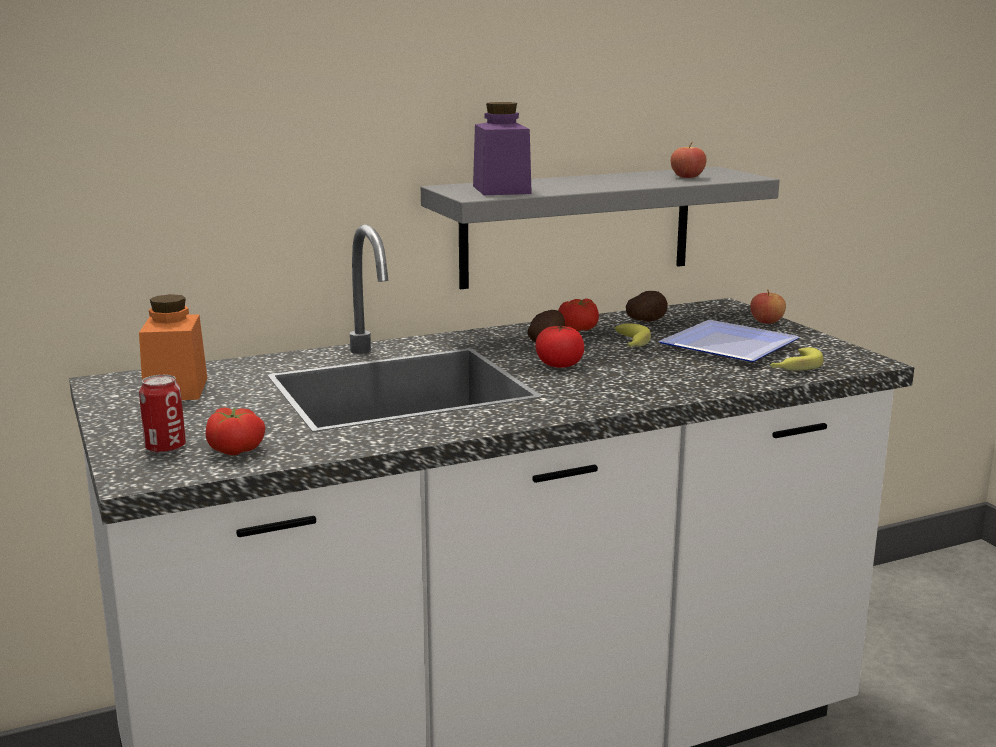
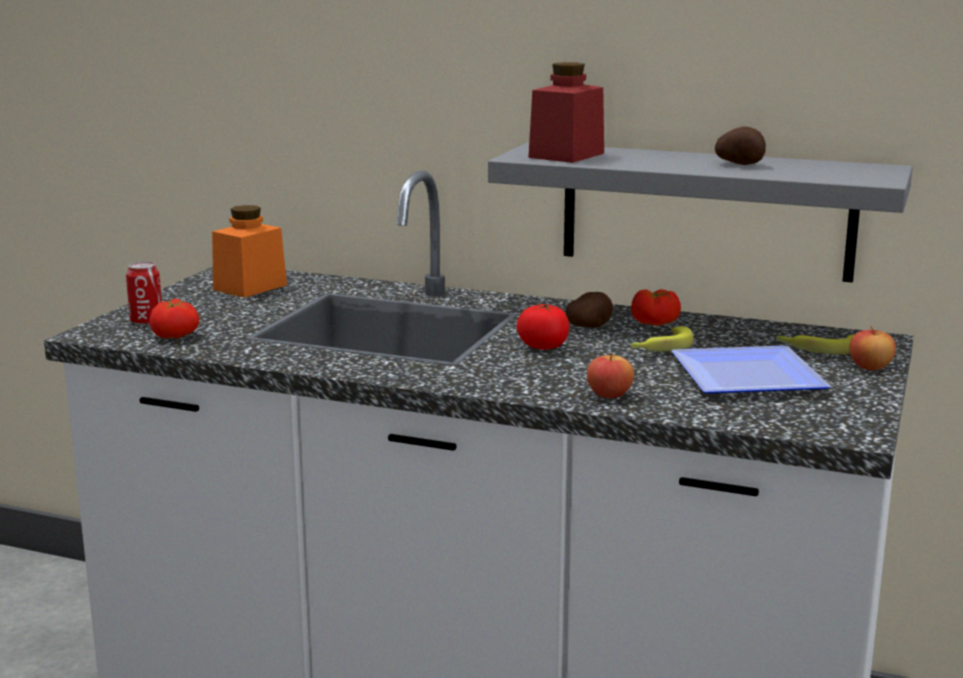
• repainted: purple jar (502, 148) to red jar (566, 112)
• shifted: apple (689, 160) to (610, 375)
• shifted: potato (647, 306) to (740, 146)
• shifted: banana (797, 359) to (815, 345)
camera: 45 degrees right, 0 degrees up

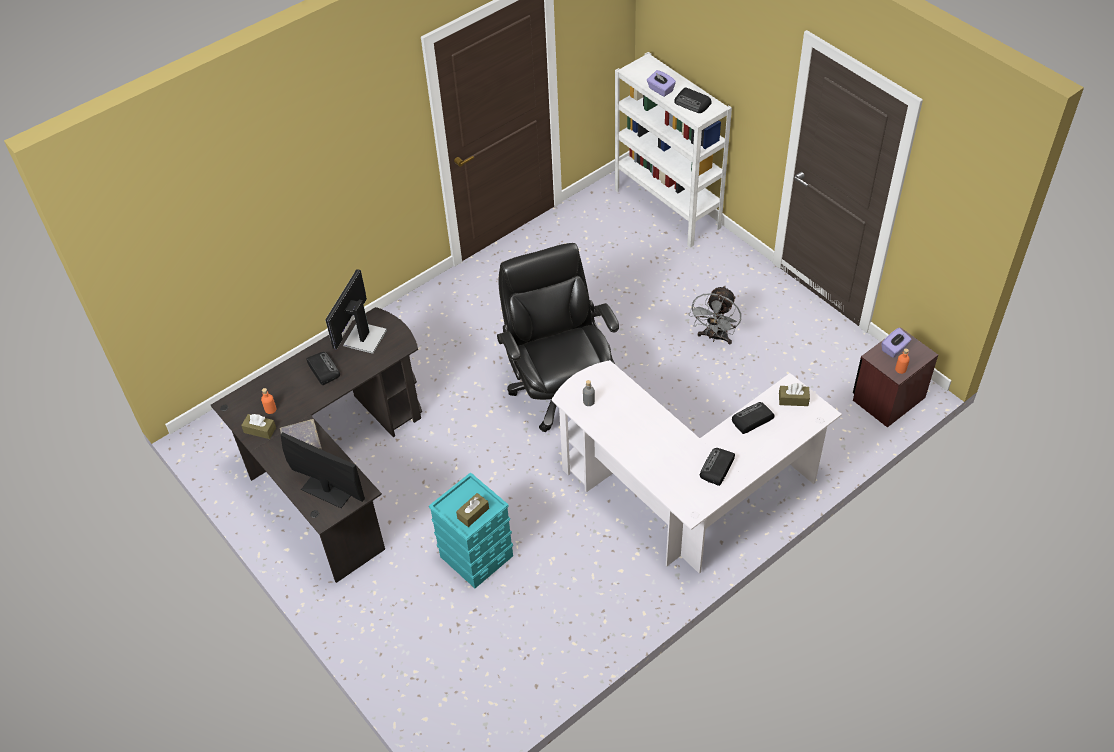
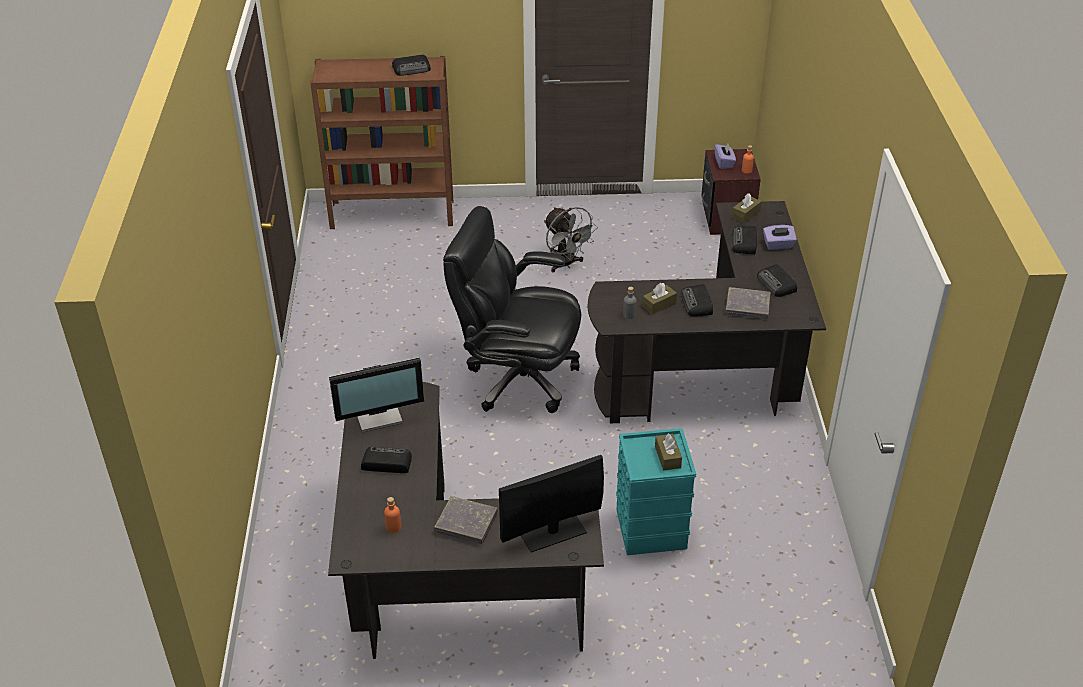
• repainted: white bookcase (673, 150) to brown bookcase (381, 142)
• shifted: purple tissue box (661, 83) to (780, 237)
• rotated: monitor (356, 311) = (376, 395) 75 degrees counterclockwise
• repainted: white desk (697, 467) to black desk (707, 312)
• shifted: brown tissue box (258, 426) to (659, 299)
• new: radio (697, 300)
• new: grey book (748, 303)
camera: 55 degrees left, 10 degrees down

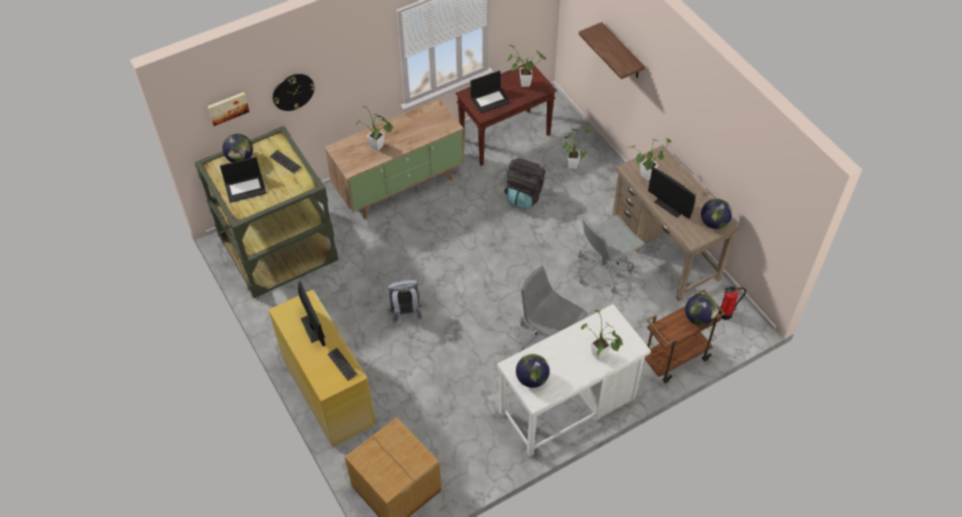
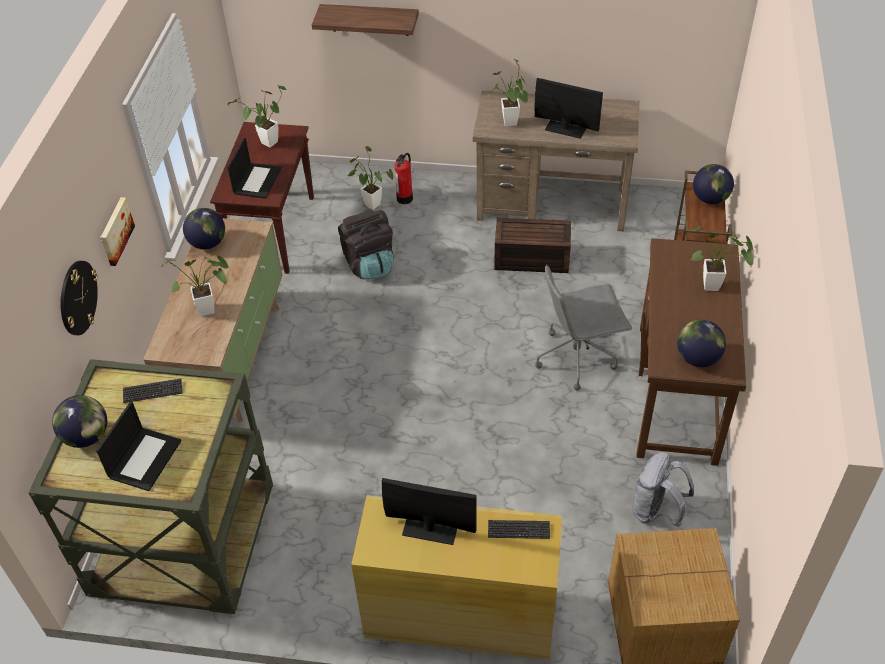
• shifted: picture (228, 109) to (117, 231)
• rotated: monitor (672, 193) = (569, 108) 150 degrees counterclockwise
• shifted: globe (716, 213) to (204, 228)
• swapped: grey office chair (611, 254) to brown storage box (532, 245)
• shifted: grey backpack (405, 302) to (663, 489)
• shifted: fire extinguisher (732, 303) to (404, 179)
• repainted: white desk (574, 380) to brown desk (691, 352)
camera: 50 degrees left, 5 degrees down

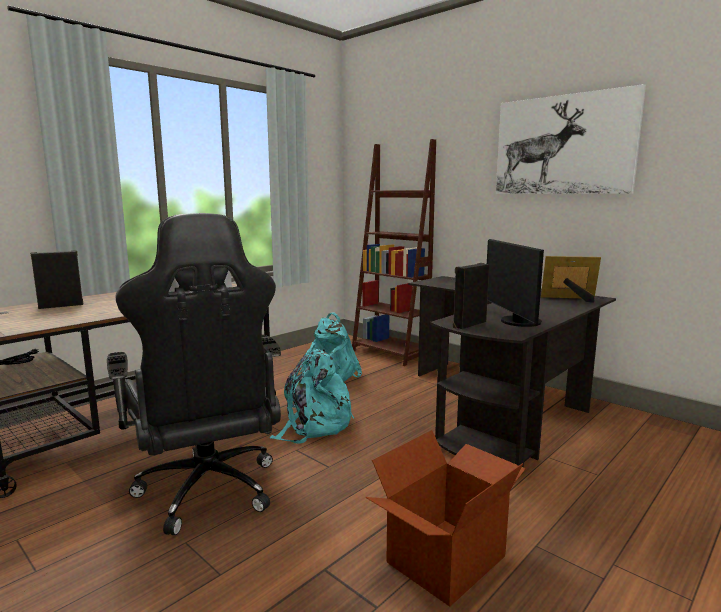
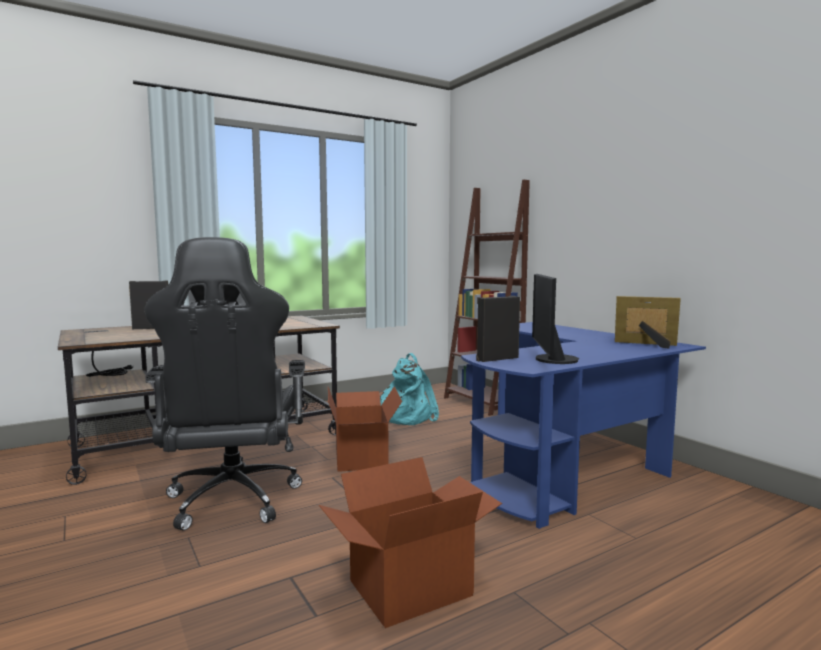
• gone: picture (571, 139)
• repainted: black desk (512, 375) to blue desk (583, 425)
• swapped: turquoise backpack (311, 393) to cardboard box (365, 429)
camera: 15 degrees right, 5 degrees down

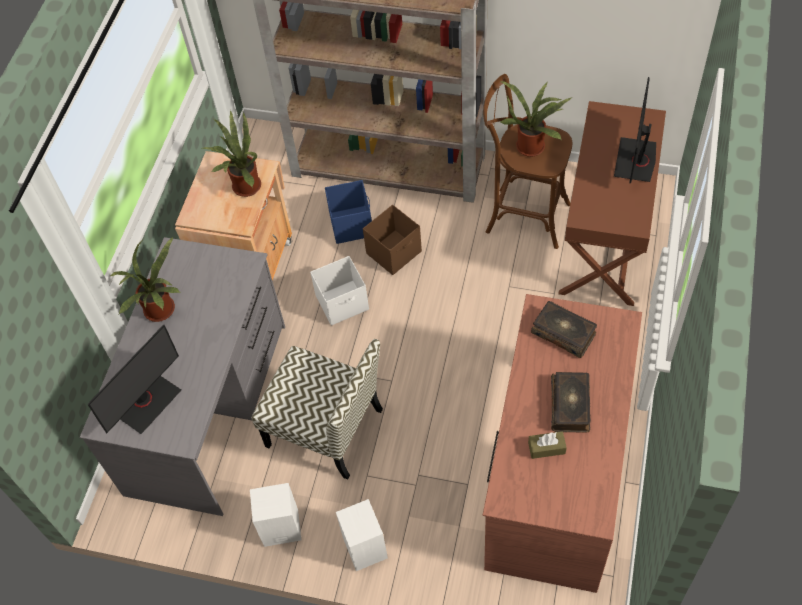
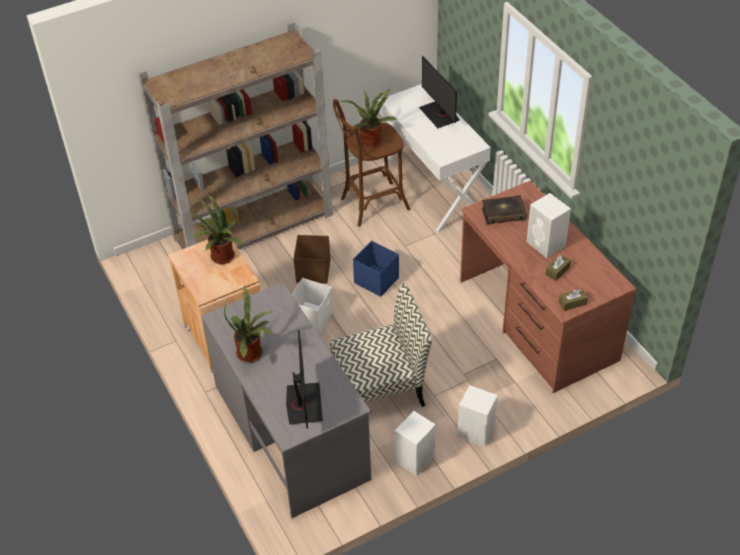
• repainted: brown desk (612, 203) to white desk (435, 158)
• shifted: blue storage box (348, 212) to (376, 269)
• swapped: book (571, 402) to white speaker (549, 225)
• new: brown tissue box (573, 300)
camera: 45 degrees left, 10 degrees down

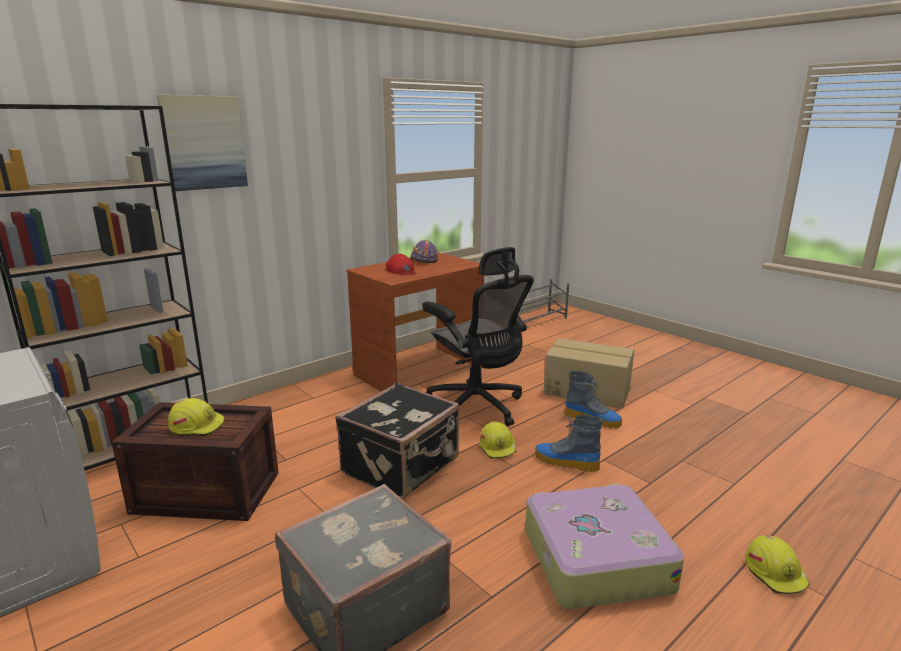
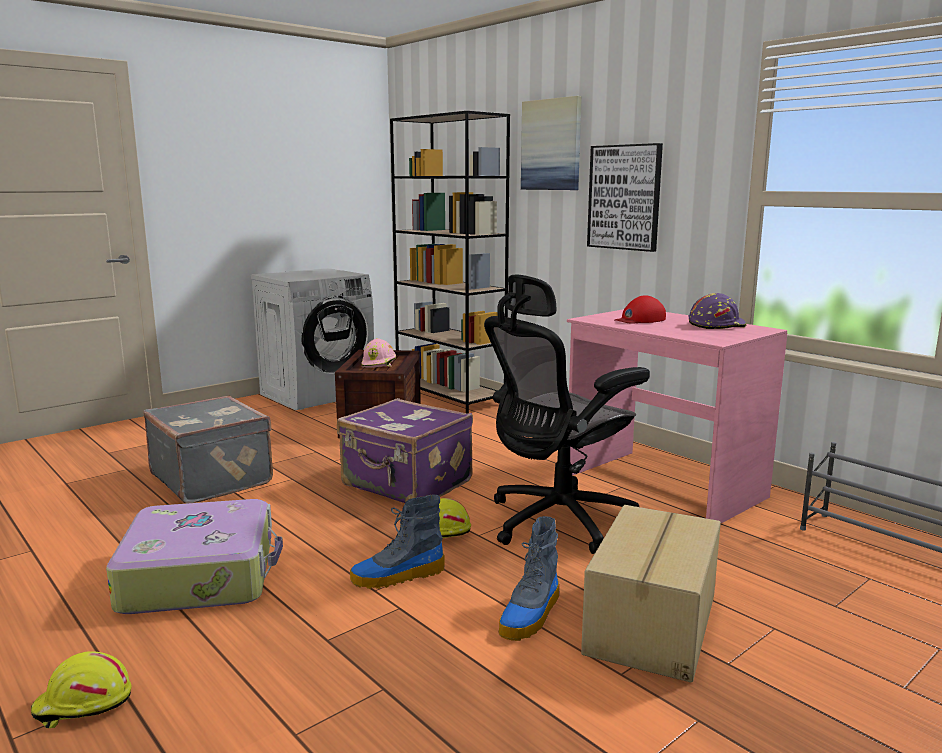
• repainted: brown desk (415, 321) to pink desk (677, 416)
• repainted: black suitcase (397, 441) to purple suitcase (405, 450)
• repainted: yellow hard hat (196, 417) to pink hard hat (378, 353)
• rotated: boot (569, 443) = (397, 541) 135 degrees counterclockwise
• new: picture (625, 197)
camera: 90 degrees right, 5 degrees down

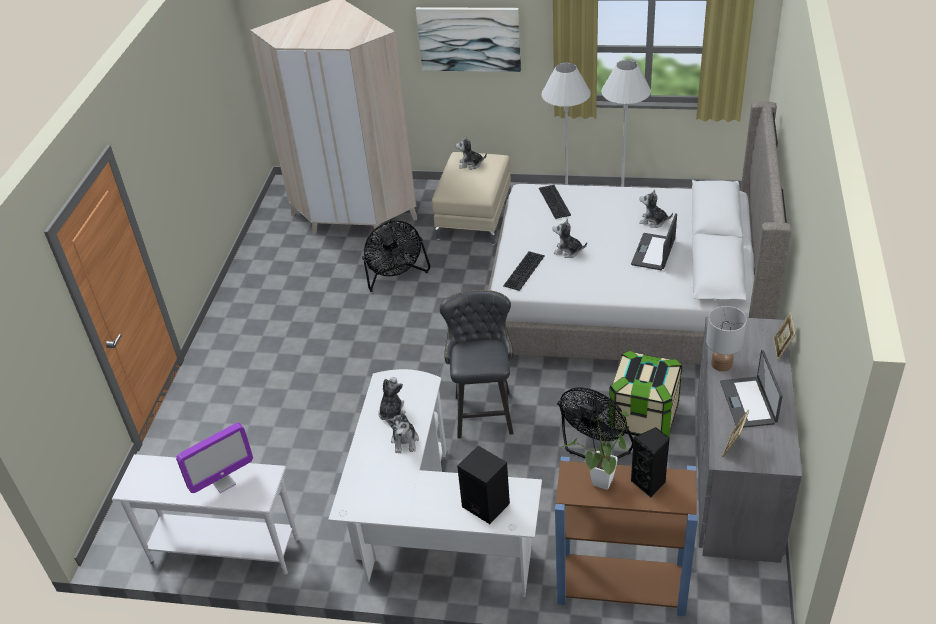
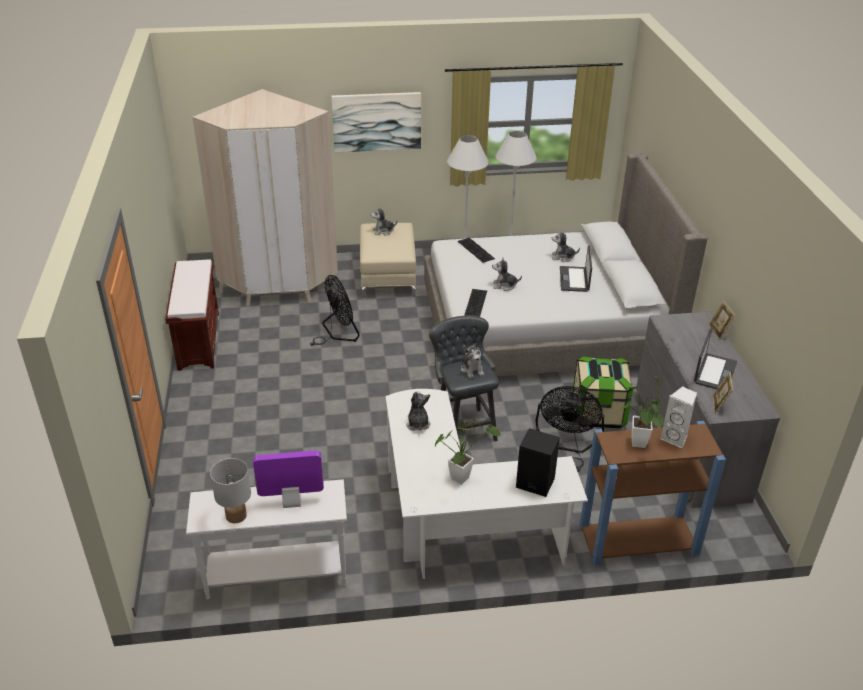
• rotated: black fan (396, 256) = (335, 310) 75 degrees counterclockwise
• shifted: grey table lamp (726, 338) to (230, 490)
• rotated: laptop (751, 389) = (715, 358) 135 degrees counterclockwise
• shifted: plush toy (403, 433) to (472, 360)
• rotated: monitor (214, 458) = (288, 479) 135 degrees counterclockwise
• repainted: black speaker (650, 462) to white speaker (678, 417)
• new: brown bench (192, 315)
• new: potted plant (468, 451)
camera: 20 degrees left, 5 degrees down

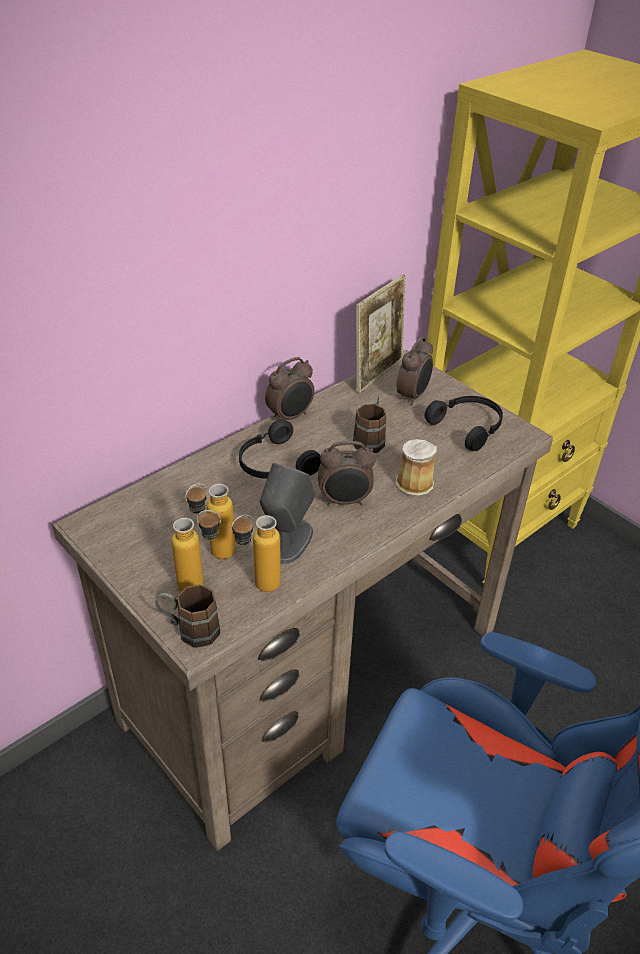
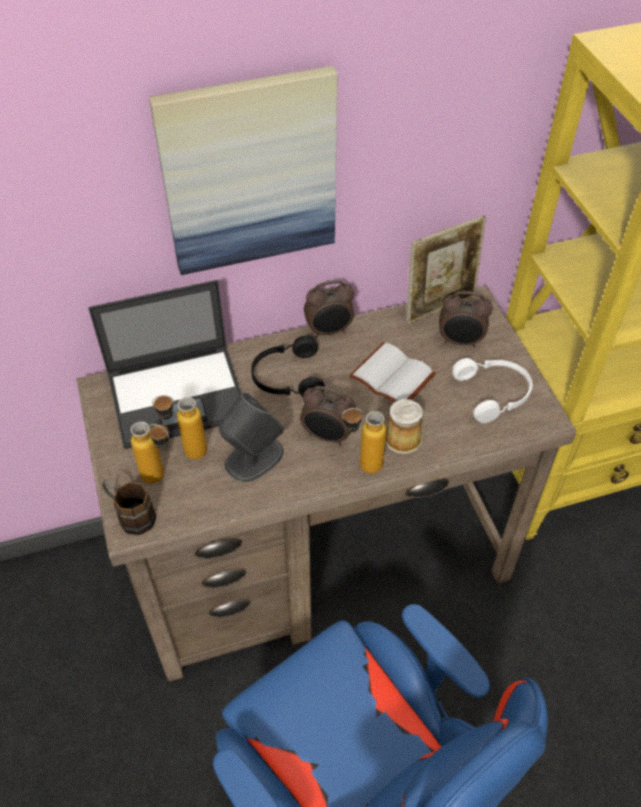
• rotated: alarm clock (414, 370) = (466, 319) 45 degrees clockwise
• swapped: brown mug (370, 424) to white book (392, 372)
• repainted: black headphones (464, 423) to white headphones (492, 390)
• shifted: bottle (256, 553) to (364, 441)
• new: picture (243, 170)
• new: laptop (164, 364)
camera: 25 degrees right, 10 degrees up

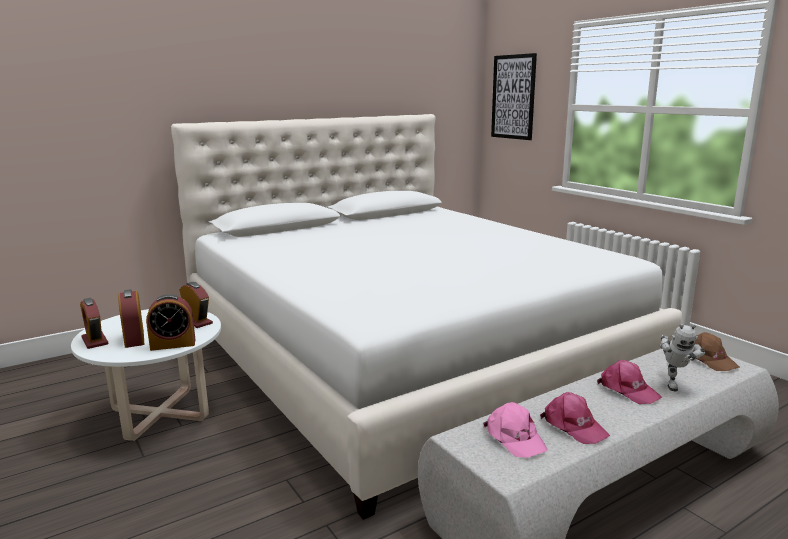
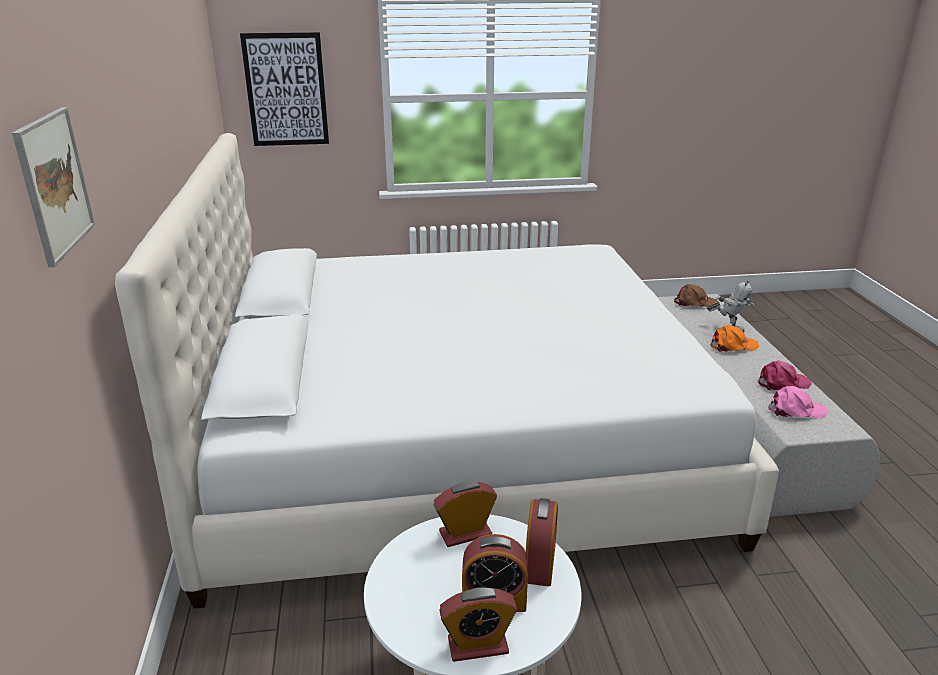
• repainted: pink cap (629, 382) to orange cap (735, 338)
• new: picture (53, 187)
camera: 65 degrees left, 10 degrees up

